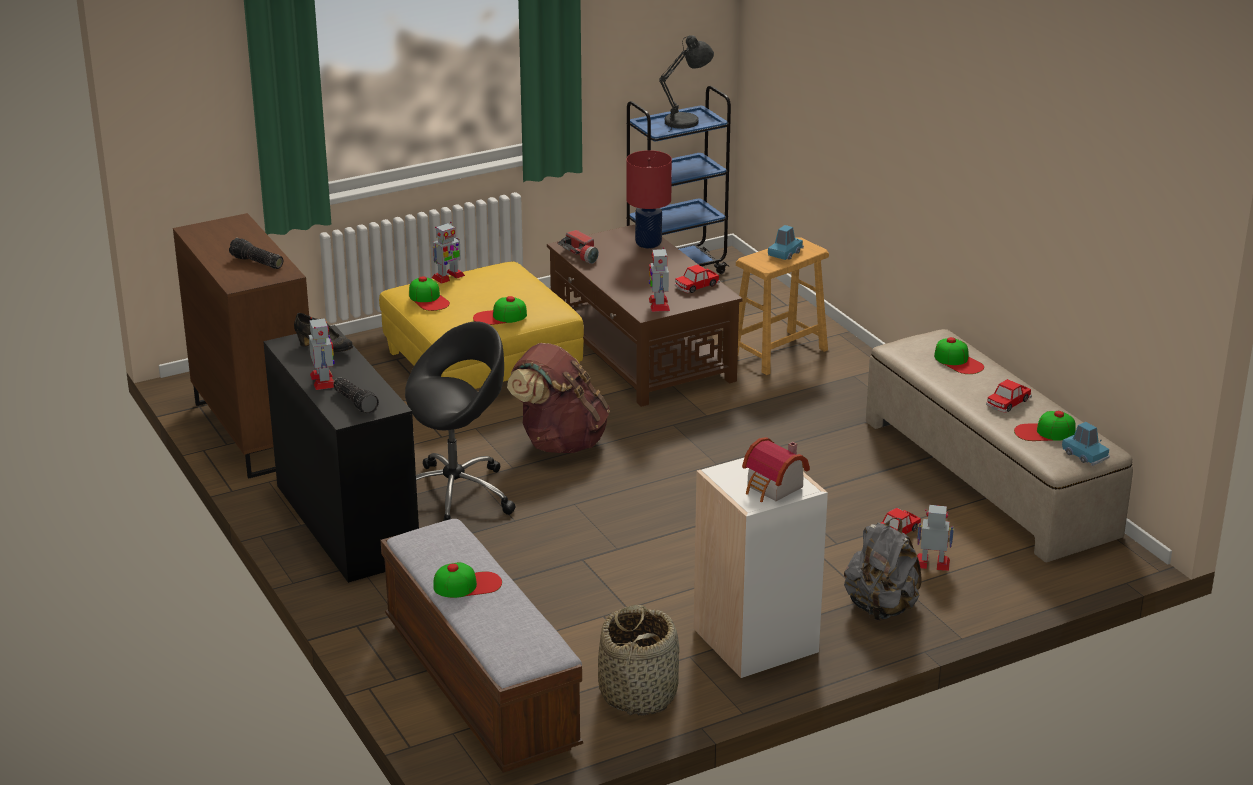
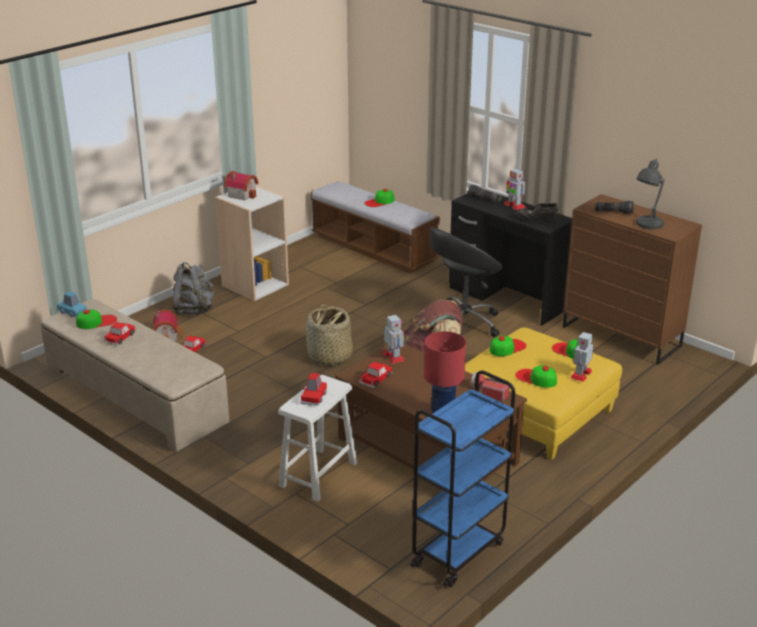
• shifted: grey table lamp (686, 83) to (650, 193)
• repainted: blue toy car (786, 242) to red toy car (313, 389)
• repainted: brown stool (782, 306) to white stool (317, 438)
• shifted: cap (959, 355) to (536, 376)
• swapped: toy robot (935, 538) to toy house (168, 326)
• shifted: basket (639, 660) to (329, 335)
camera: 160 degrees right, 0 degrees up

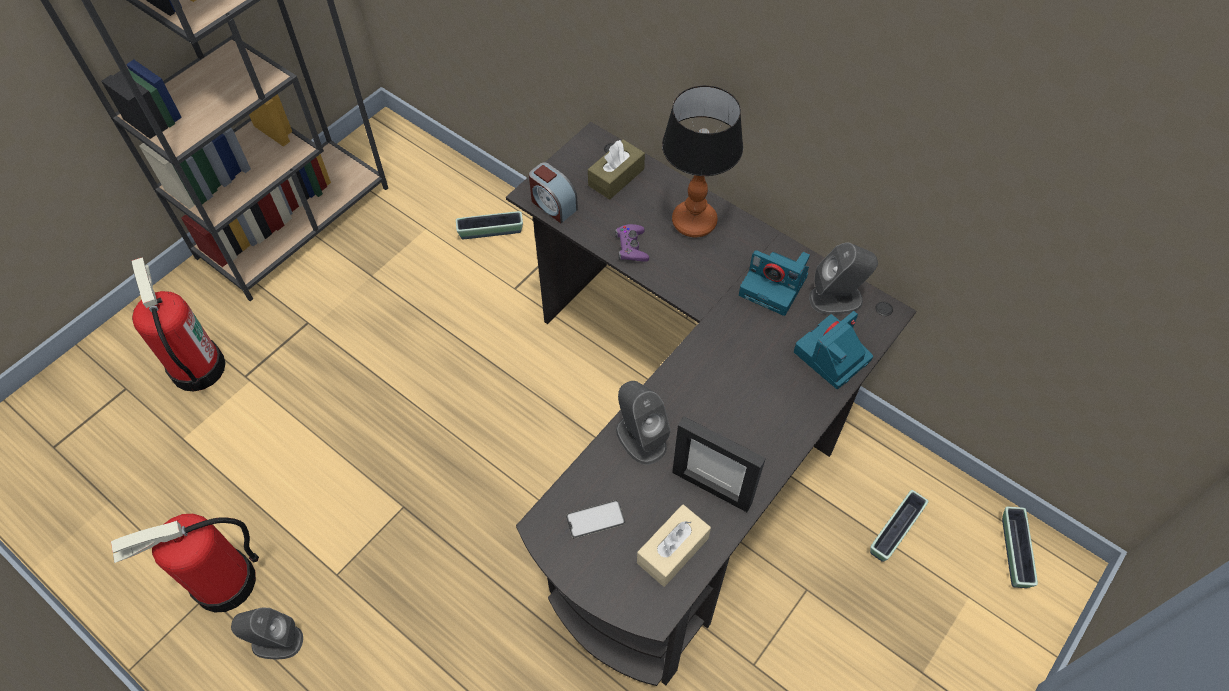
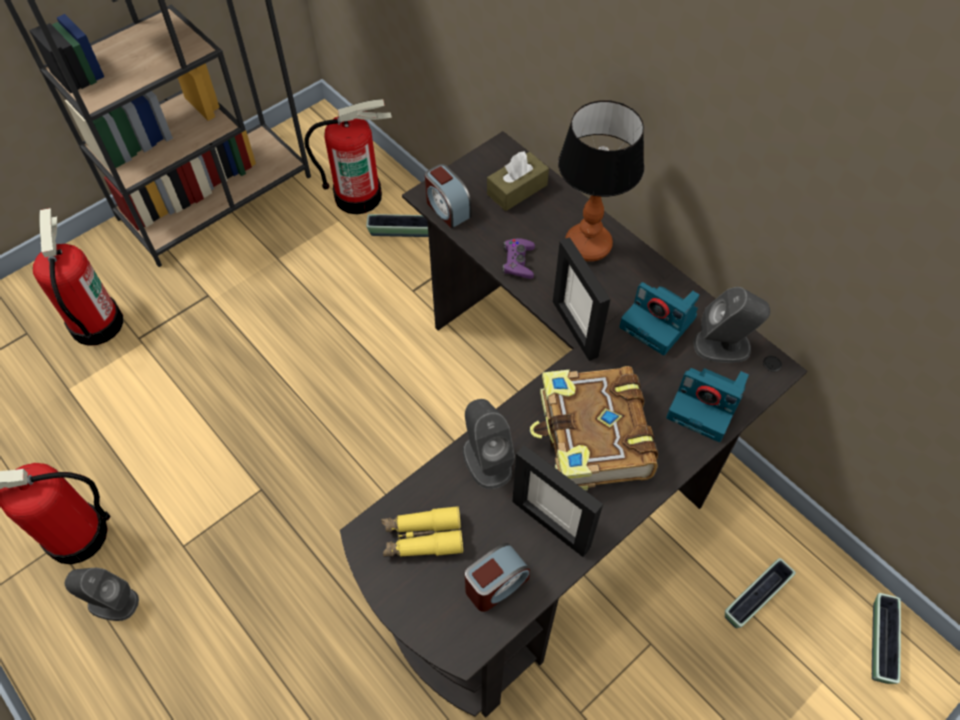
• rotated: photo camera (833, 350) = (707, 405) 120 degrees counterclockwise
• swapped: phone (595, 519) to yellow binoculars (422, 531)
• swapped: beige tissue box (674, 545) to alarm clock (497, 577)
• new: fire extinguisher (348, 156)
• new: picture frame (581, 299)
• new: book (594, 428)
camera: 10 degrees right, 0 degrees up

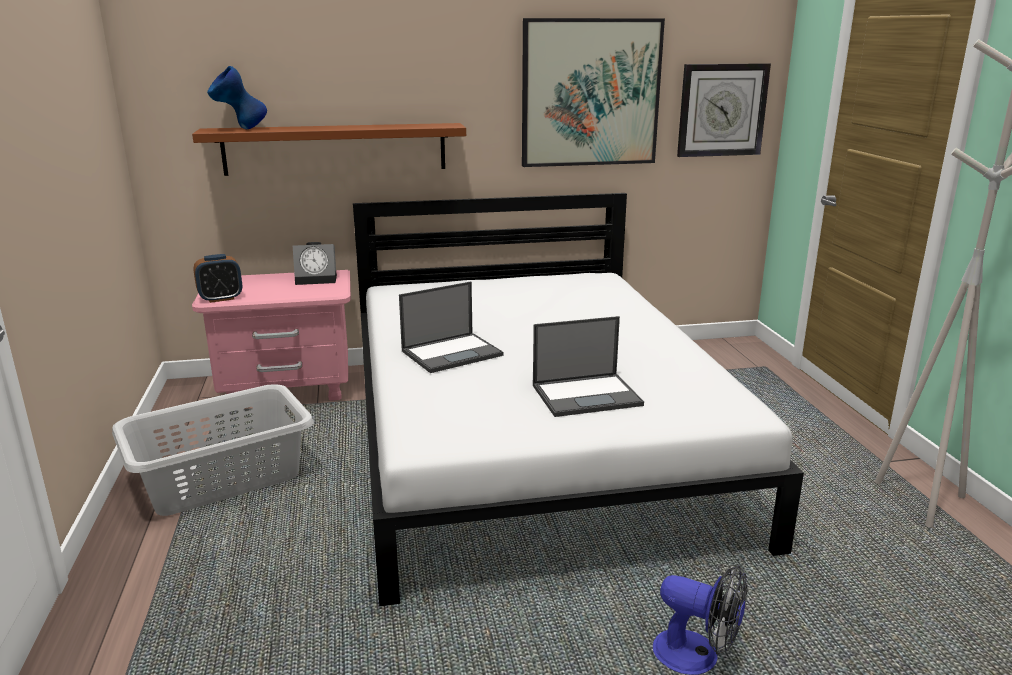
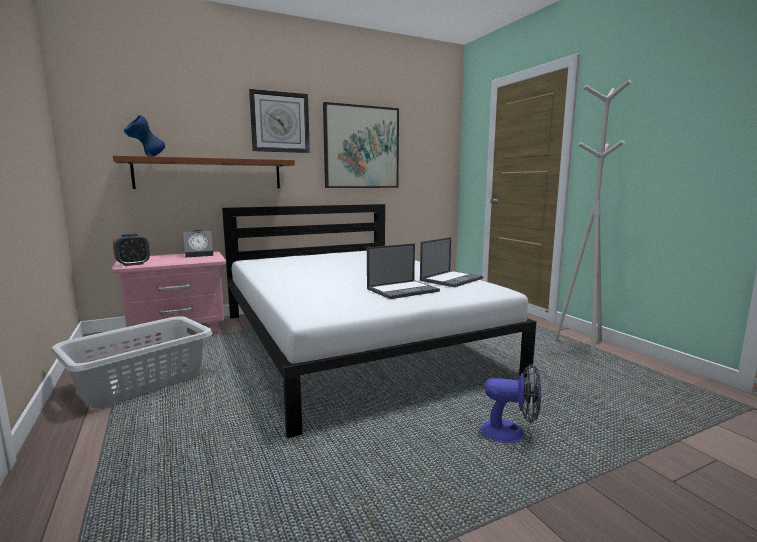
• shifted: wall clock (724, 110) to (279, 121)
• shifted: laptop (451, 327) to (451, 262)
camera: 15 degrees left, 10 degrees down

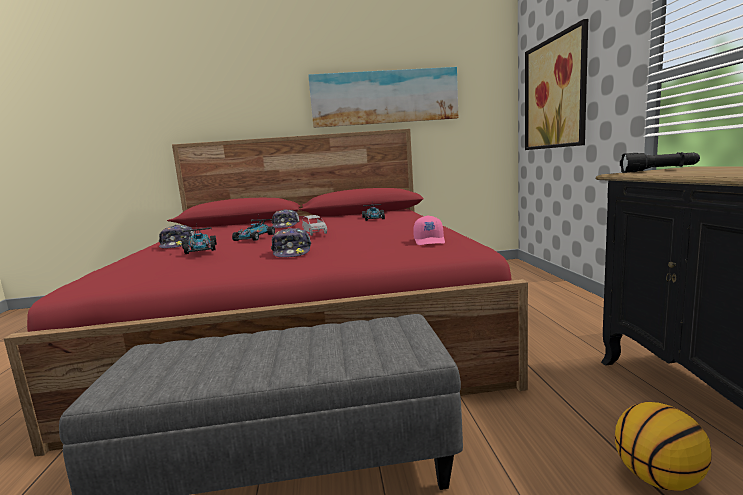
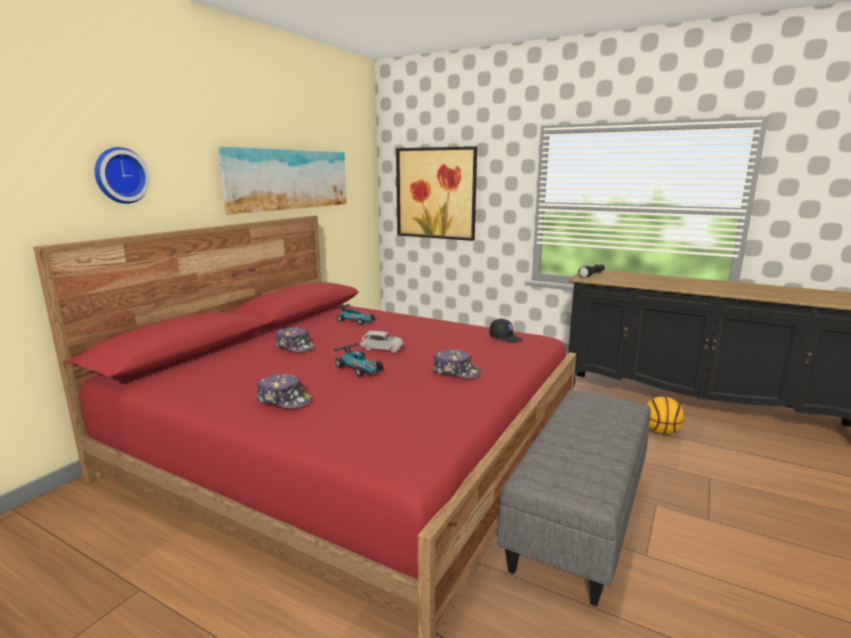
• repainted: pink cap (429, 230) to black cap (506, 331)
• gone: toy car (199, 239)
• new: wall clock (122, 175)
camera: 55 degrees left, 5 degrees up

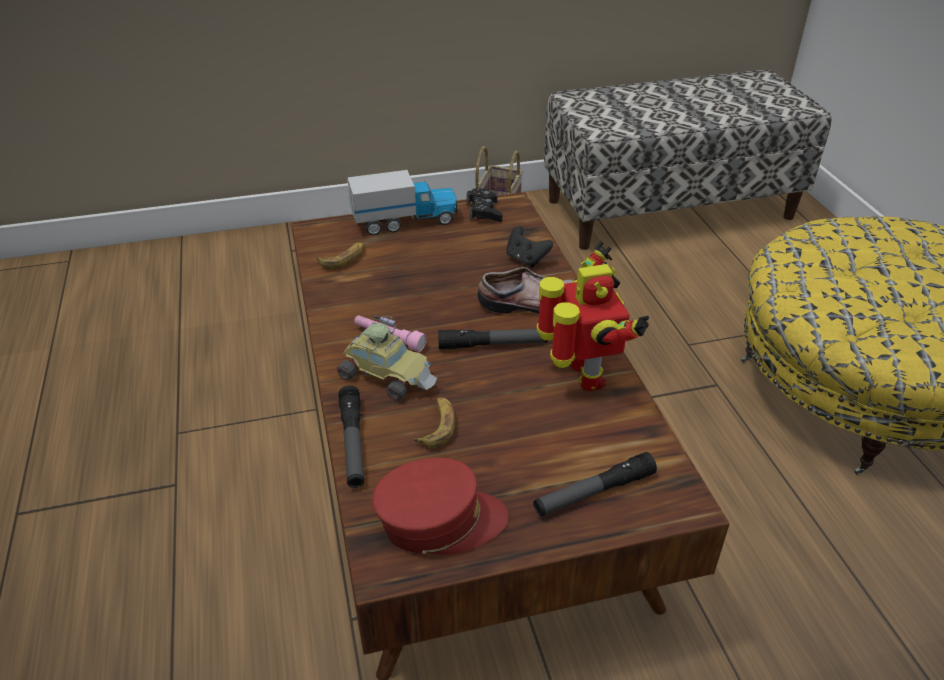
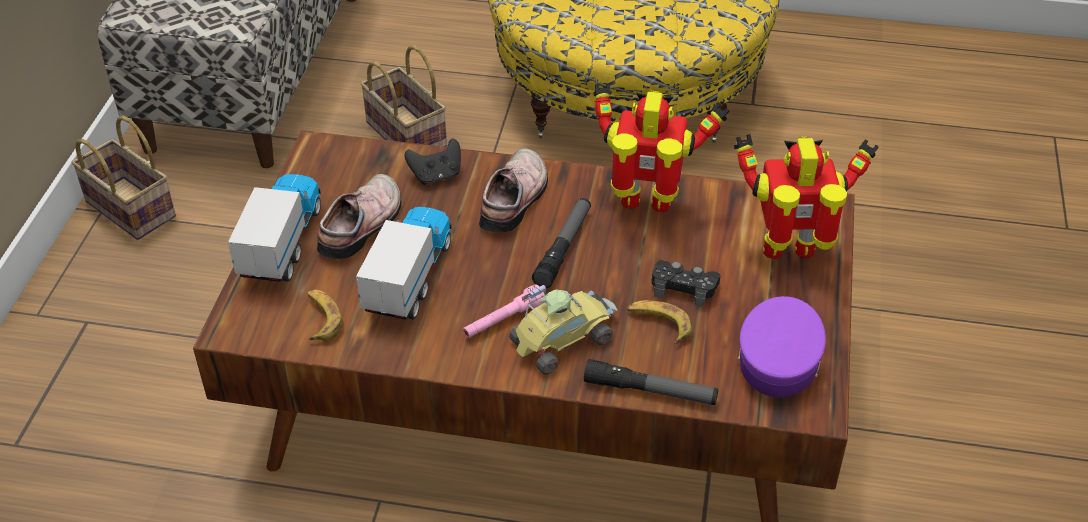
• shifted: black game controller (484, 205) to (685, 284)
• swapped: flashlight (595, 484) to toy robot (806, 196)
• repainted: red cap (440, 506) to purple cap (782, 346)
• new: basket (403, 96)
• new: shoe (359, 216)
• new: toy truck (403, 263)
camera: 65 degrees left, 5 degrees up

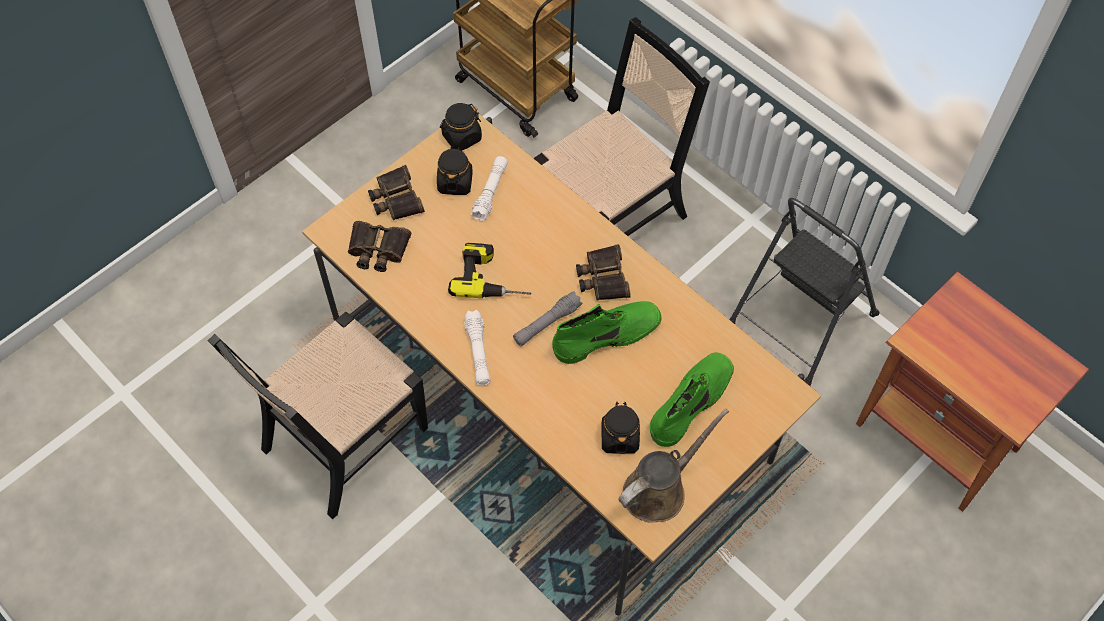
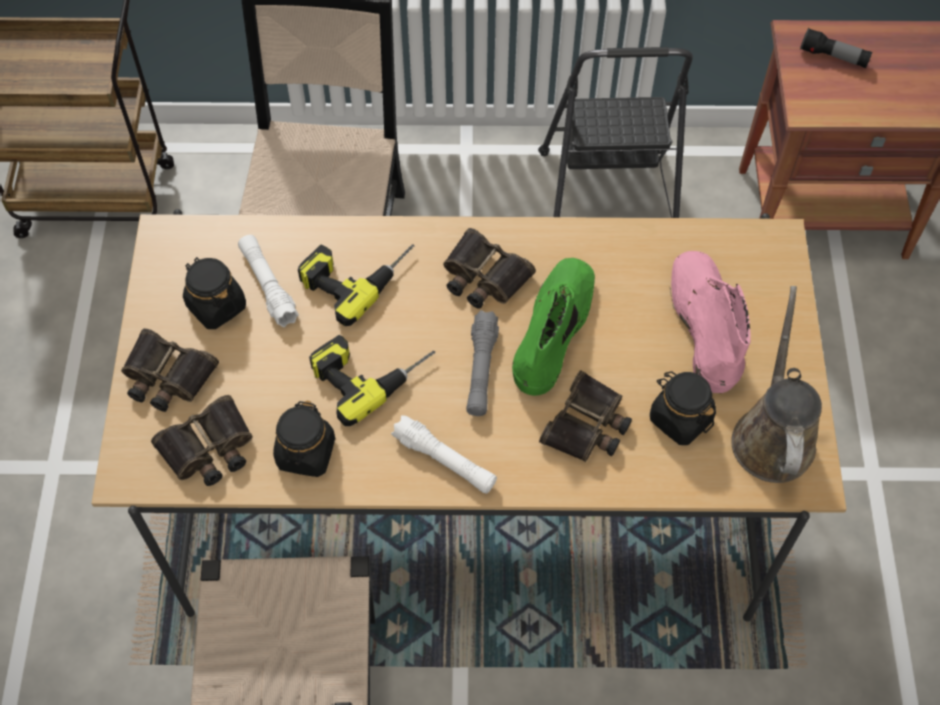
• shifted: black jar (461, 127) to (304, 439)
• repainted: green boot (692, 399) to pink boot (710, 322)
• new: flashlight (836, 48)
• new: power drill (356, 285)
• new: binoculars (585, 416)
camera: 45 degrees left, 0 degrees up

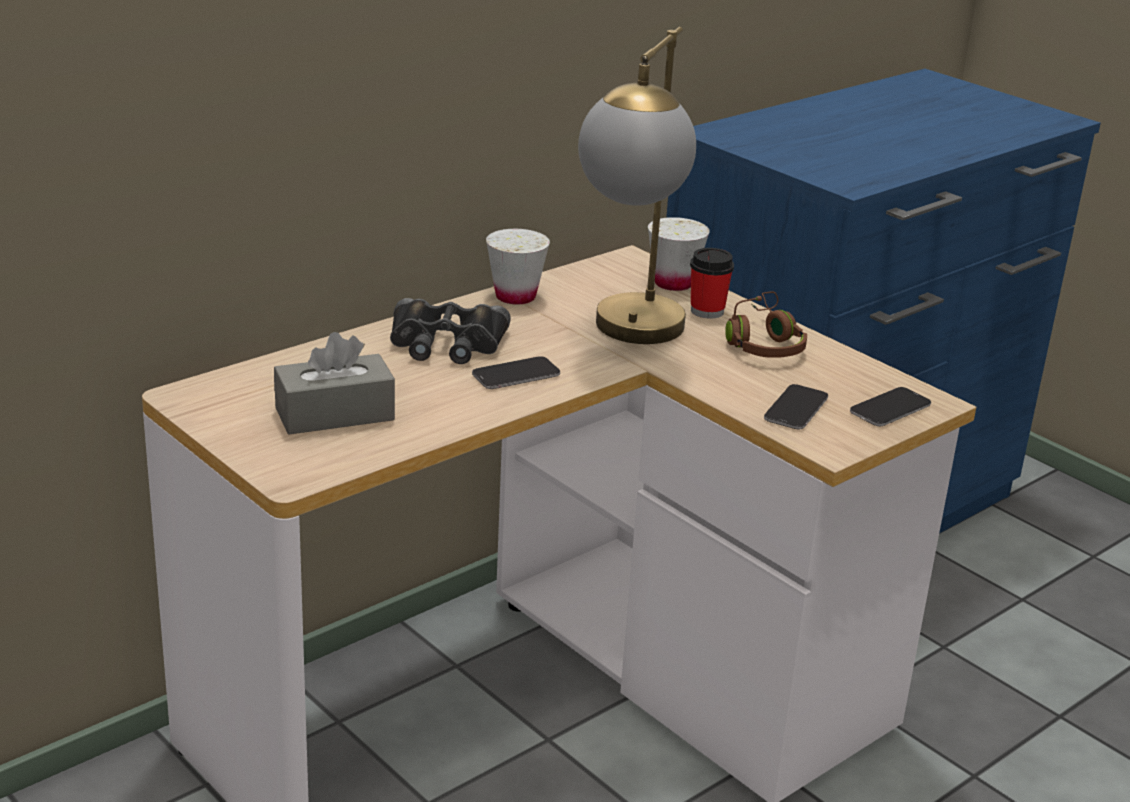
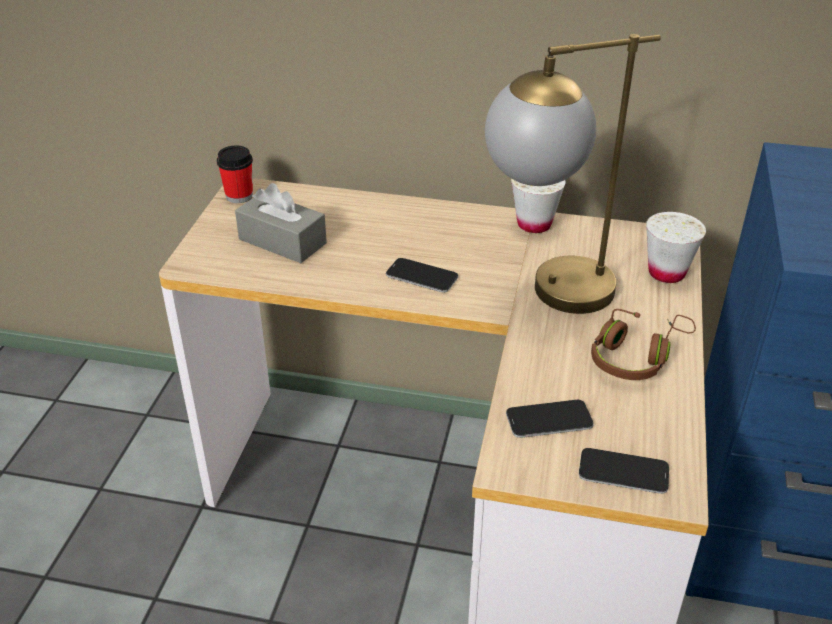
• shifted: cup (712, 283) to (235, 174)
• gone: black binoculars (450, 331)
camera: 55 degrees right, 10 degrees up

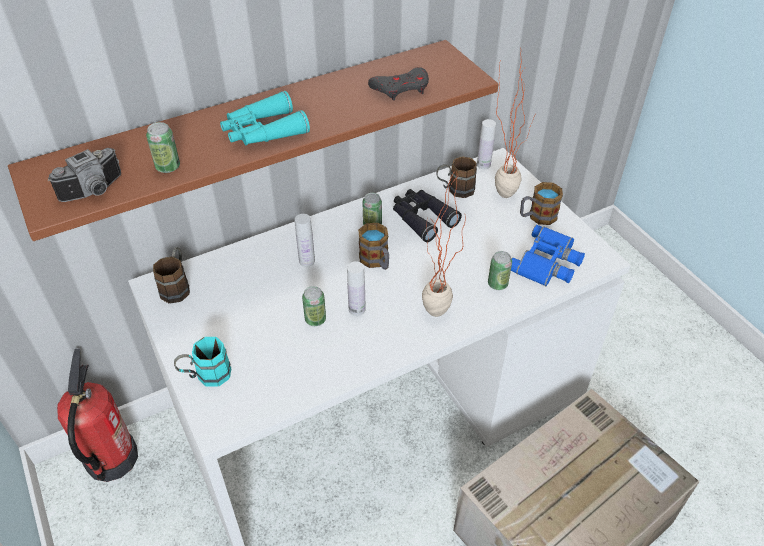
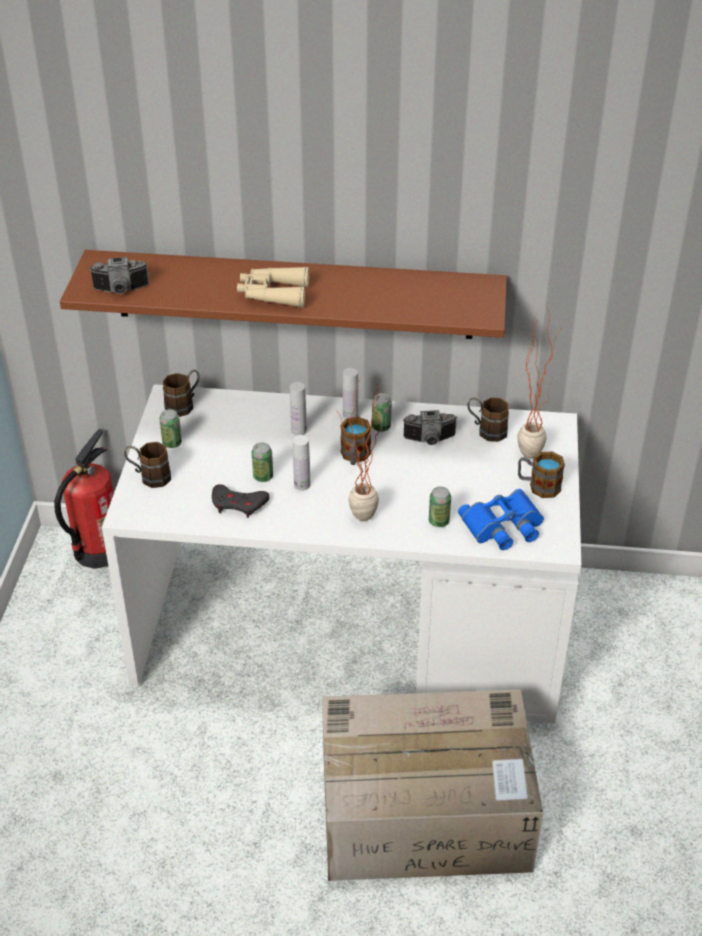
• shifted: grey game controller (398, 84) to (240, 501)
• repainted: turquoise binoculars (265, 118) to beige binoculars (273, 287)
• shifted: white bottle (486, 144) to (350, 394)
• shifted: can (163, 147) to (170, 428)
• swapped: black binoculars (427, 215) to photo camera (430, 427)
• repainted: turquoise mug (202, 362) to brown mug (147, 465)
camera: 35 degrees right, 5 degrees down

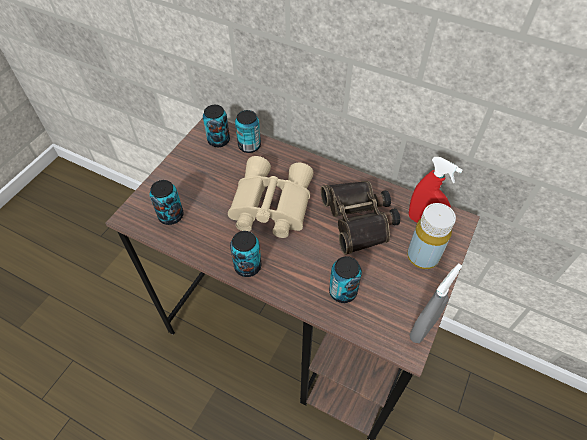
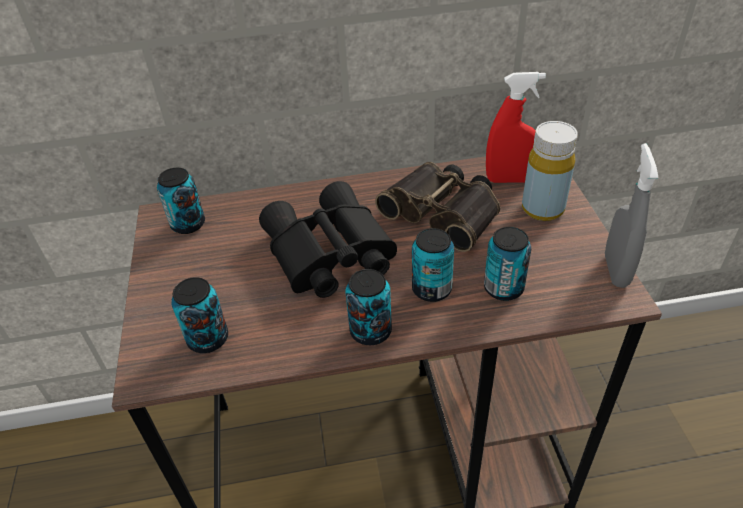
• shifted: can (248, 131) to (433, 265)
• repainted: beige binoculars (271, 197) to black binoculars (328, 239)
camera: 35 degrees left, 10 degrees down

